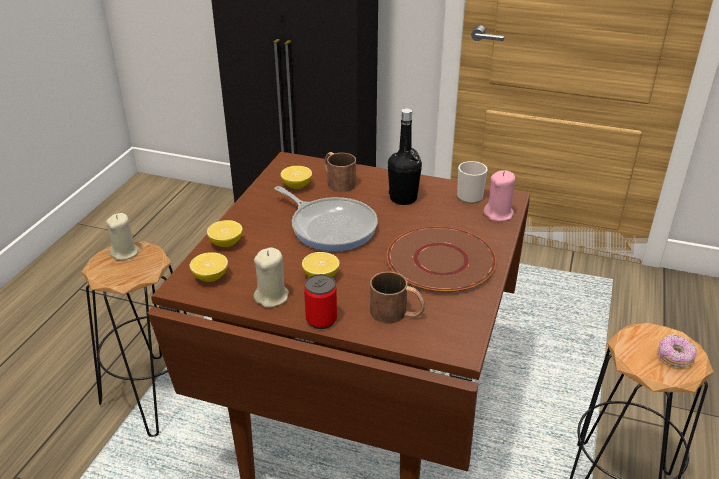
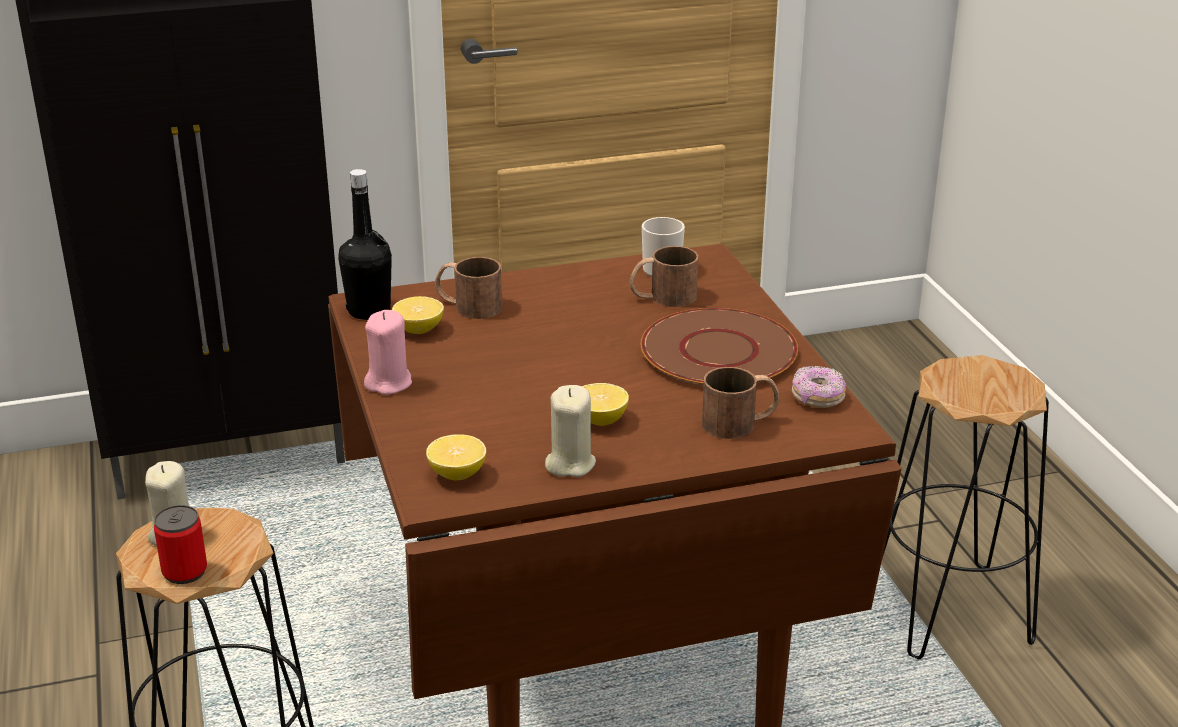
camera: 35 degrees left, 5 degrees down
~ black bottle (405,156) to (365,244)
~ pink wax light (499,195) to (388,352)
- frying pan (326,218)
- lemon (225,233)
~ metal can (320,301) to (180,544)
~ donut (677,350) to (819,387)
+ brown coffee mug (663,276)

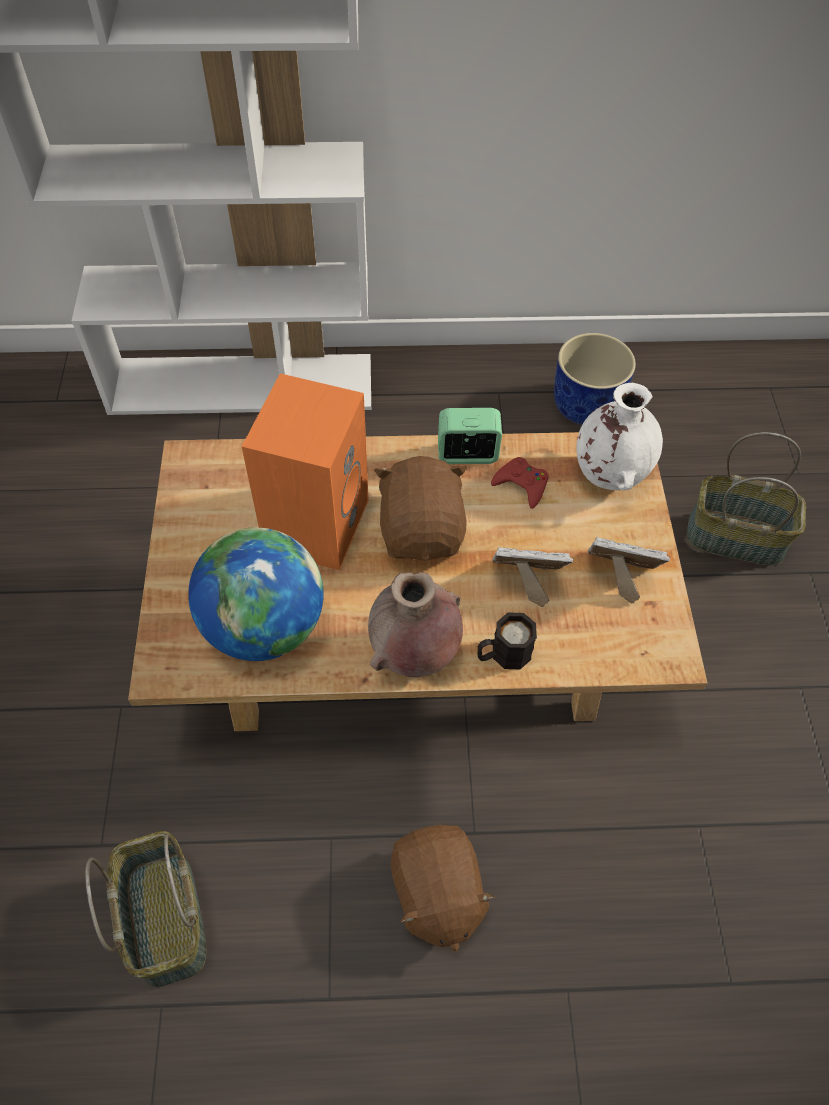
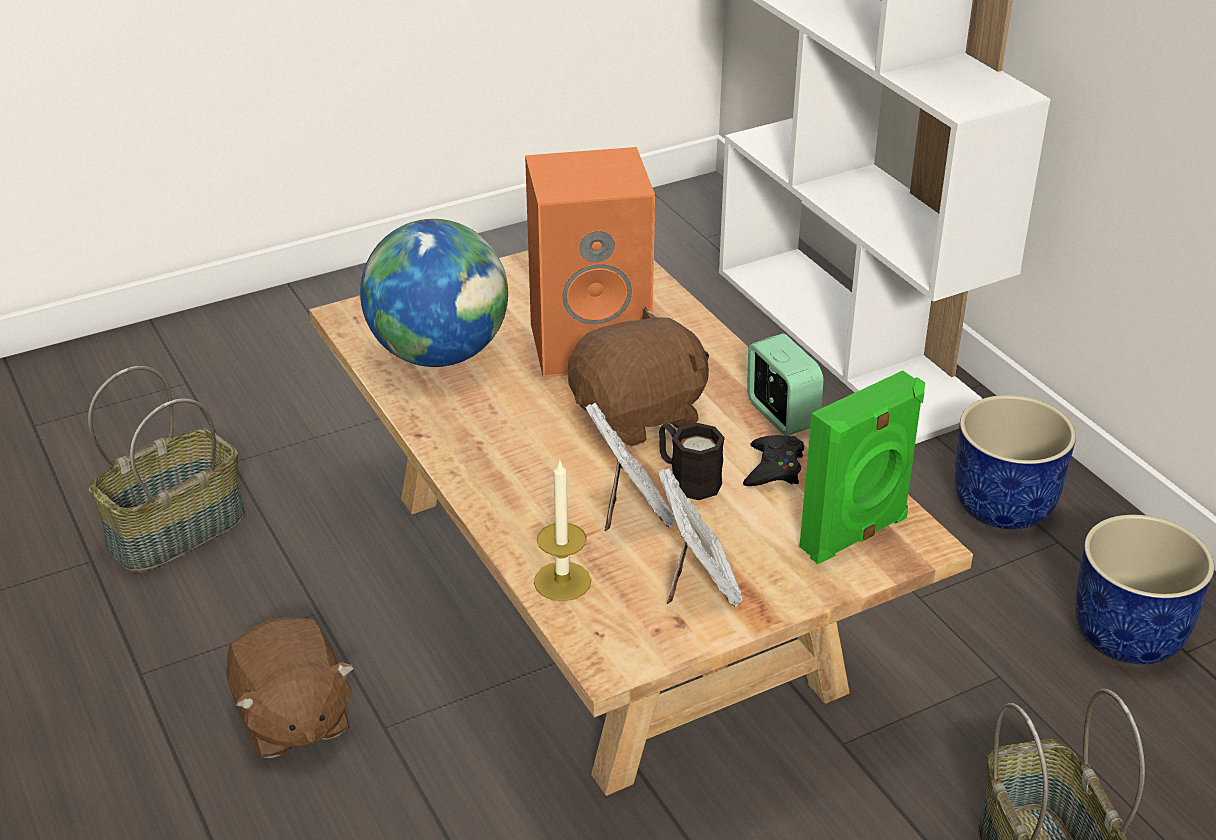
camera: 65 degrees right, 20 degrees down
~ white vase (619,436) to green-coloured speaker (862,467)
~ red gamepad (520,483) to black gamepad (773,460)
- brown vase (415,624)
~ black coffee mug (507,640) to (692,461)
~ brown soft toy (443,888) = (290,687) 75 degrees counterclockwise
+ blue planter (1015,462)
+ wax light (562,530)

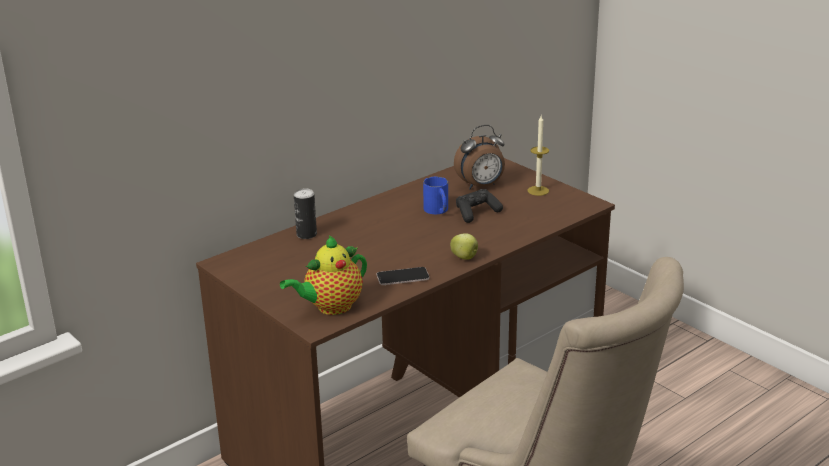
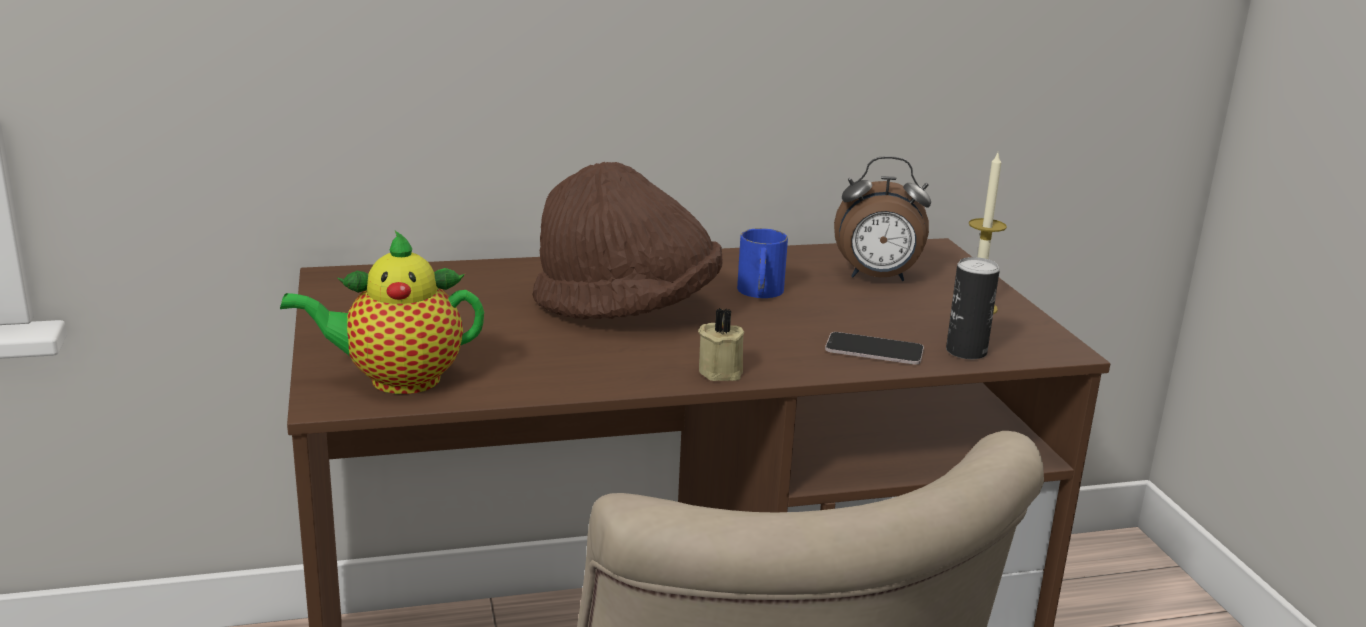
camera: 25 degrees right, 5 degrees down
~ metal can (305,214) to (973,308)
- black gamepad (479,206)
~ whole apple (464,246) to beige-coloured wax light (721,344)
~ phone (403,276) to (874,348)
+ brown hat (628,240)

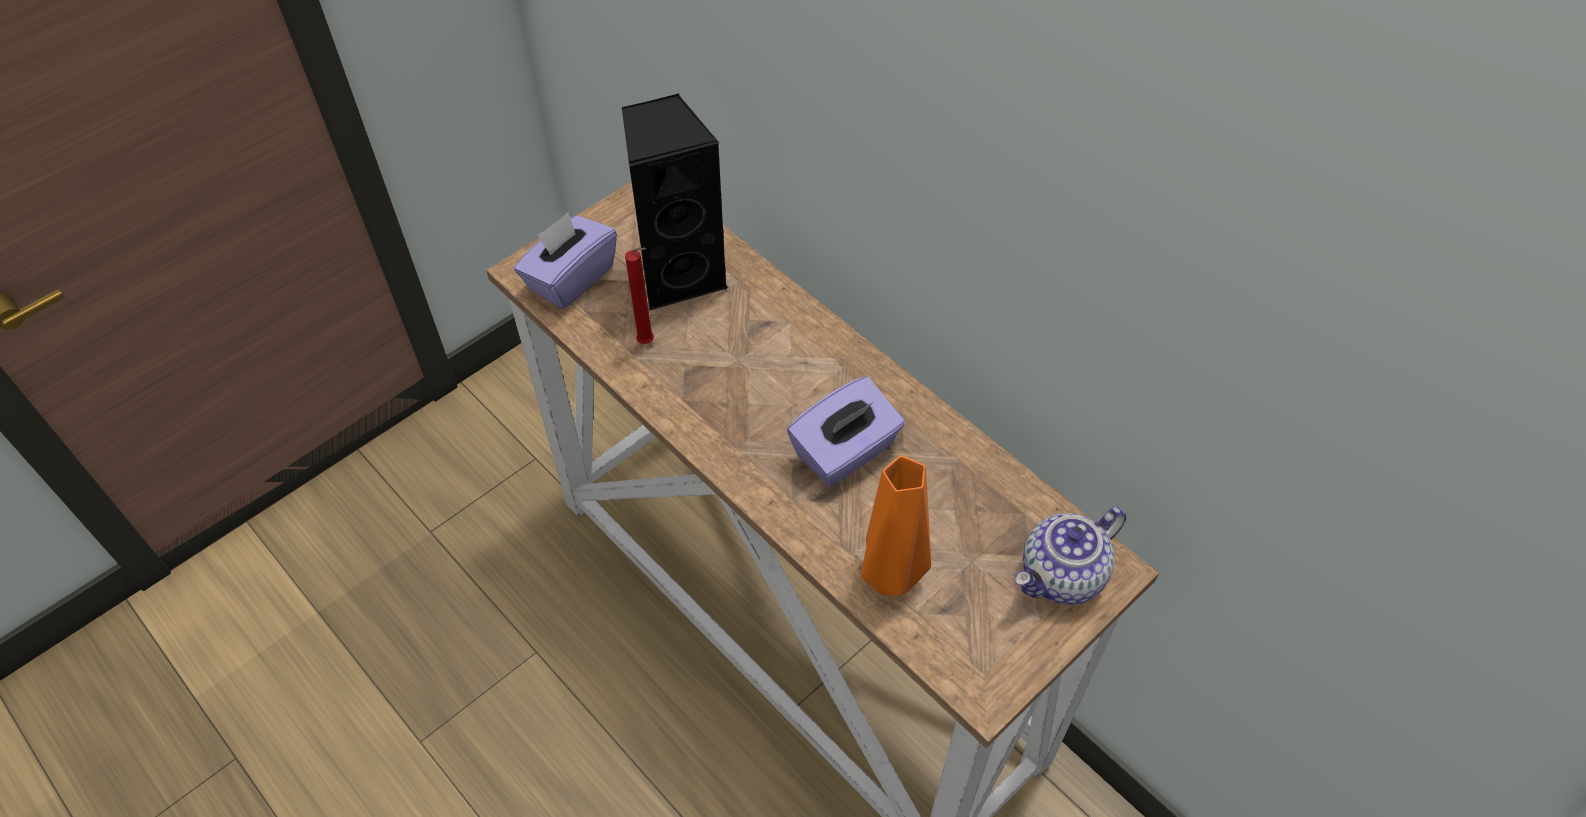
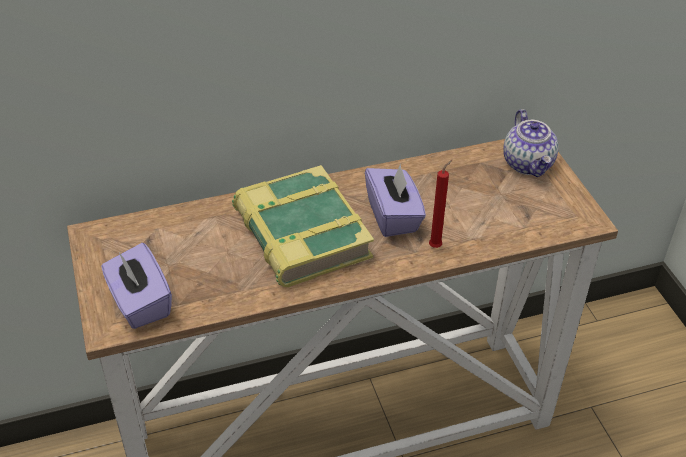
camera: 65 degrees left, 10 degrees down
- black speaker (675,202)
~ red wax light (639,295) to (440,204)
- orangey vase (896,525)
+ book (303,226)

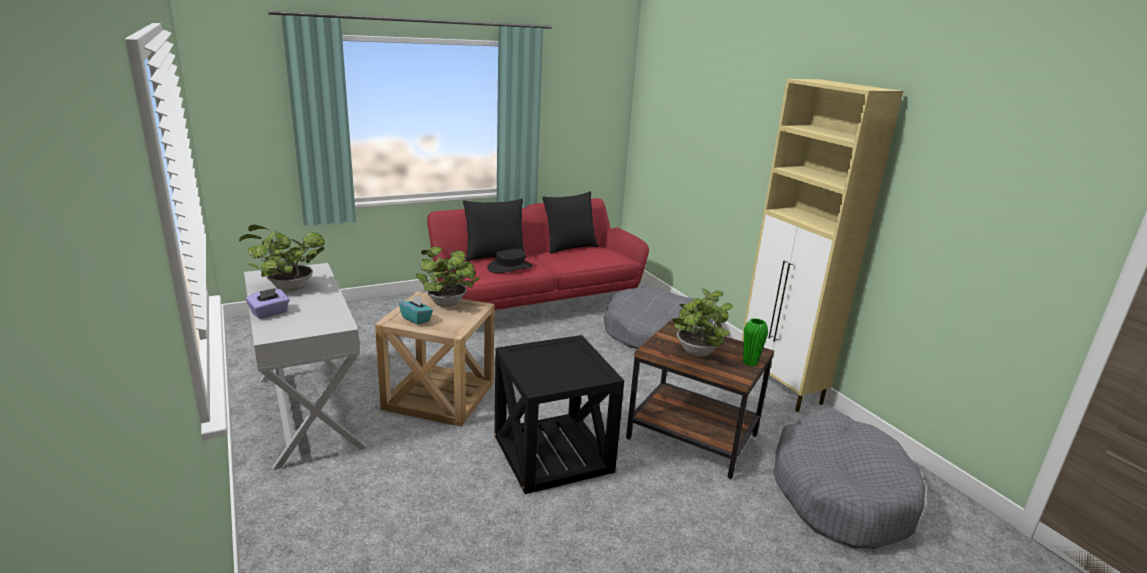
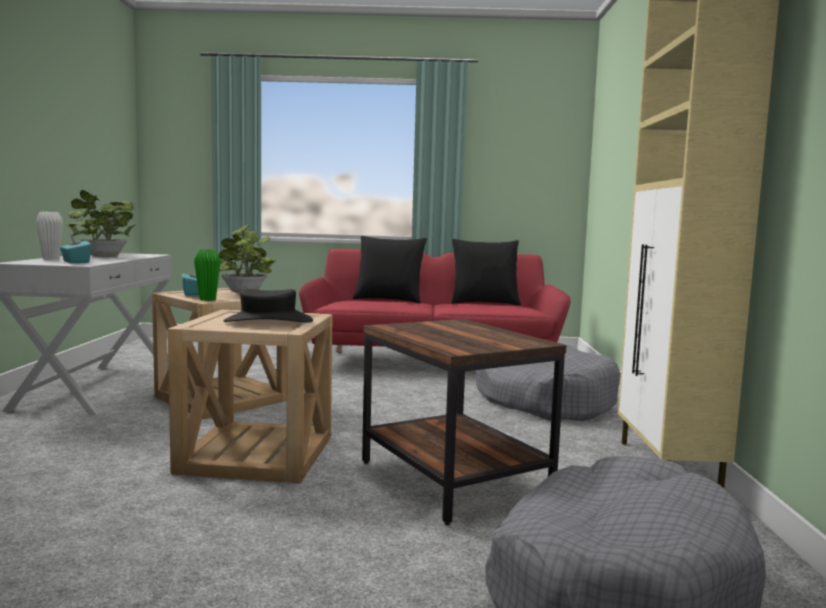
camera: 30 degrees right, 15 degrees down
~ black hat (510,261) to (268,306)
~ purple tissue holder (267,303) to white vase (49,236)
- plant in a pot (702,322)
~ green-coloured vase (755,342) to (207,275)
~ black accent table (559,414) to beige-coloured accent table (250,396)
+ turquoise tissue holder (75,249)

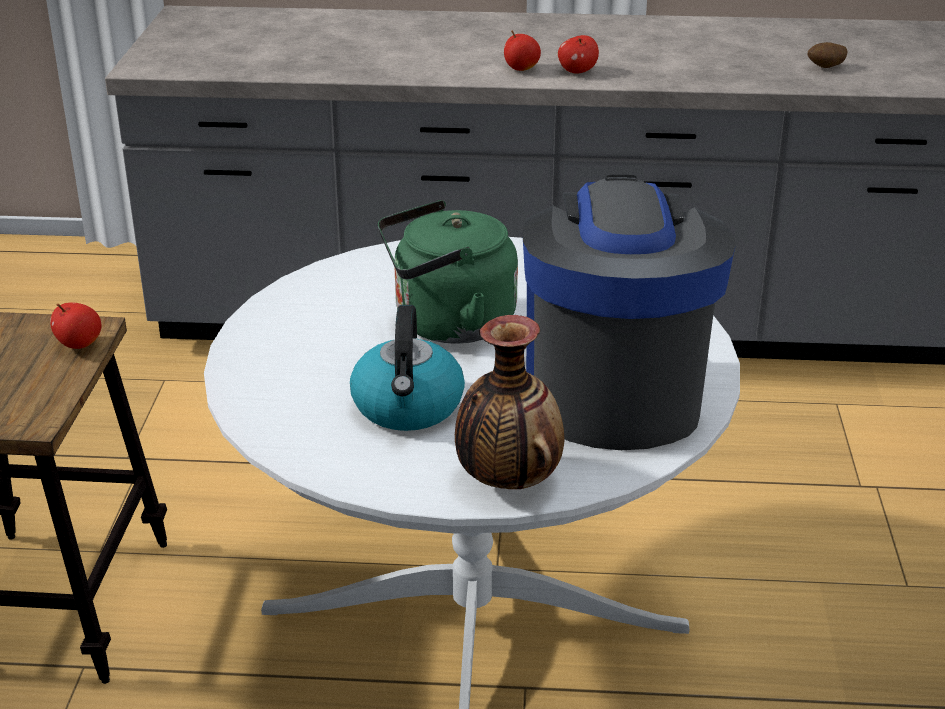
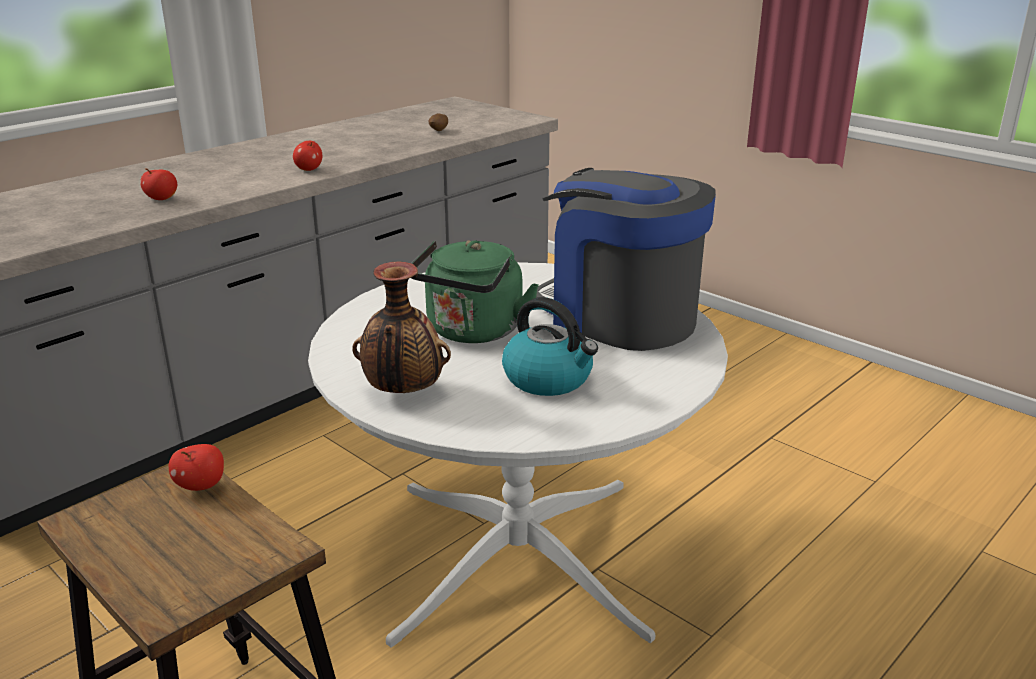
camera: 50 degrees left, 5 degrees down
~ whole apple (522,50) to (158,184)
~ vase (509,402) to (401,327)

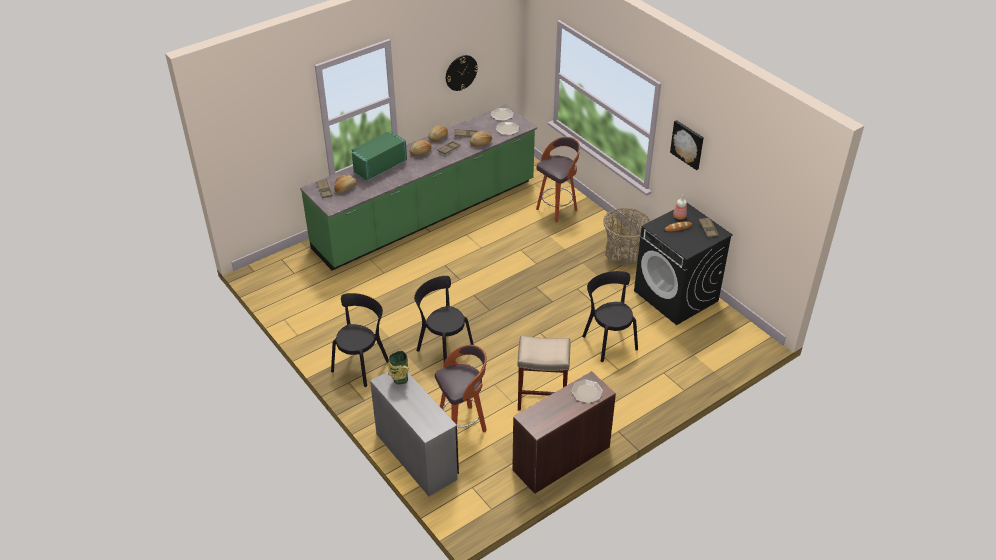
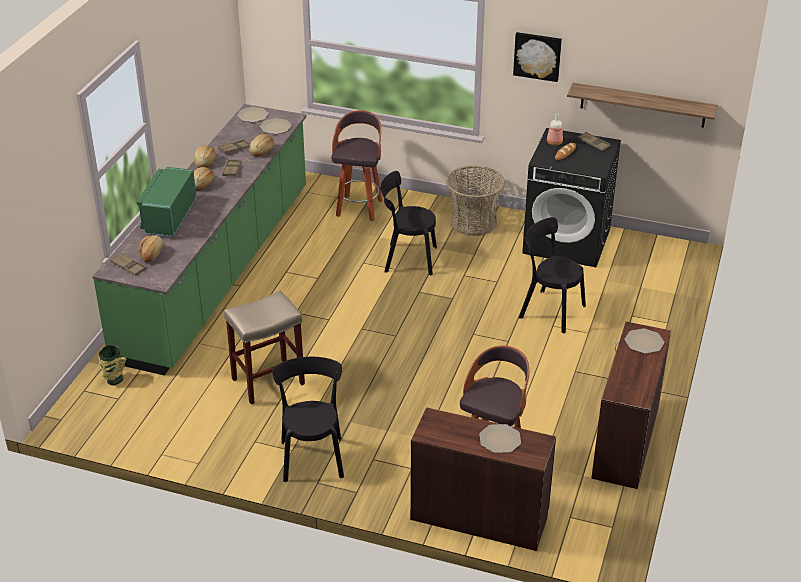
camera: 35 degrees left, 5 degrees down
- hanging clock (462,73)
~ black upright chair (444,319) to (408,223)
~ beige-coloured stool (544,373) to (264,347)
~ vase (398,367) to (112,365)
~ grey desk table (414,434) to brown desk table (483,479)
+ bracket shelf (642,105)
+ flat dish (500,438)

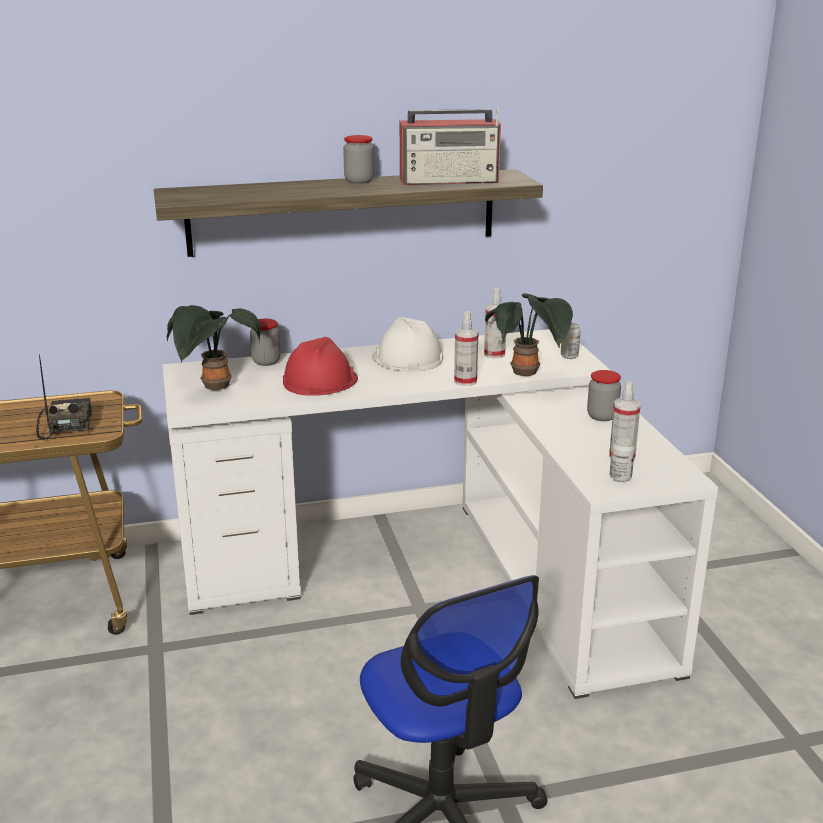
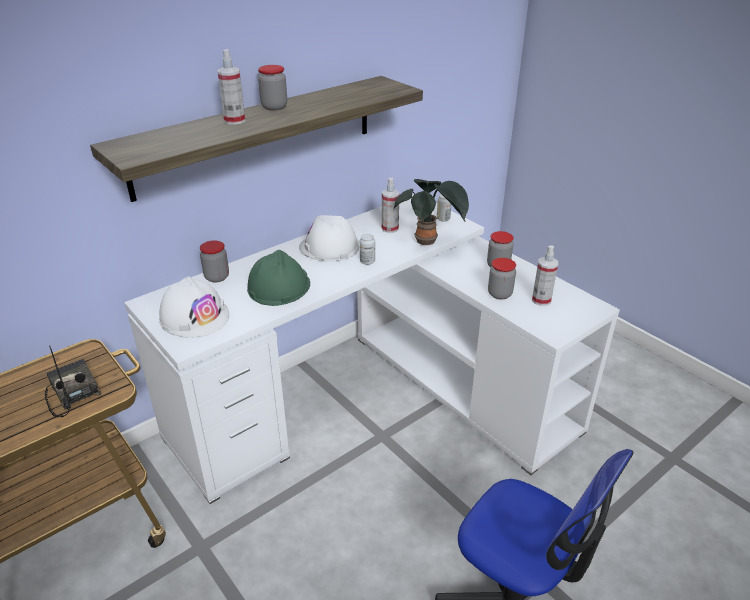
camera: 25 degrees left, 10 degrees up
- radio set (450,146)
~ plant in a pot (213,347) to white safety helmet (194,307)
~ hand sprayer (466,348) to (231,87)
~ red safety helmet (320,366) to green-coloured safety helmet (278,278)
~ metal can (622,459) to (367,249)
+ storage jar (502,279)

